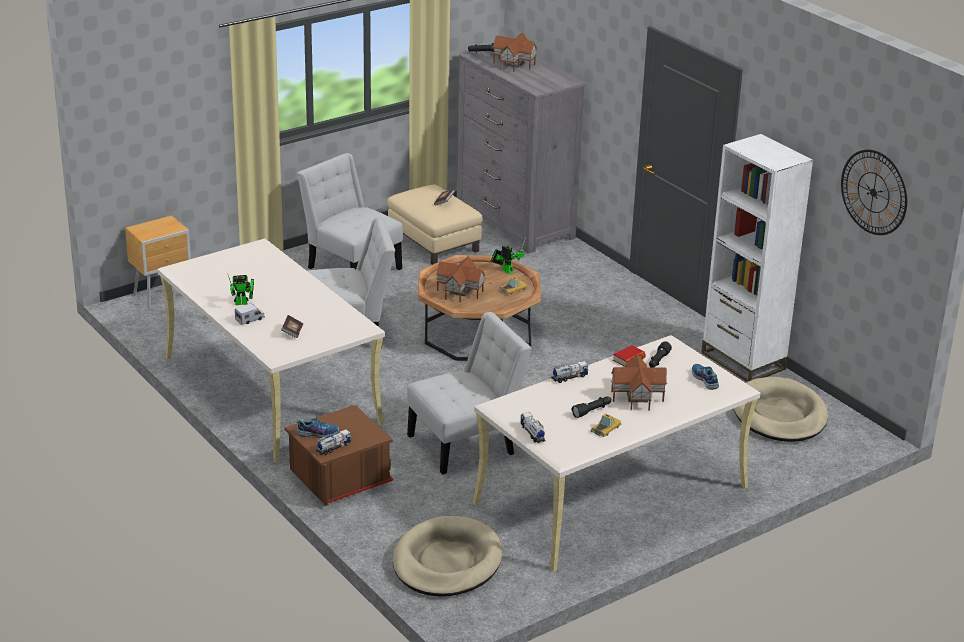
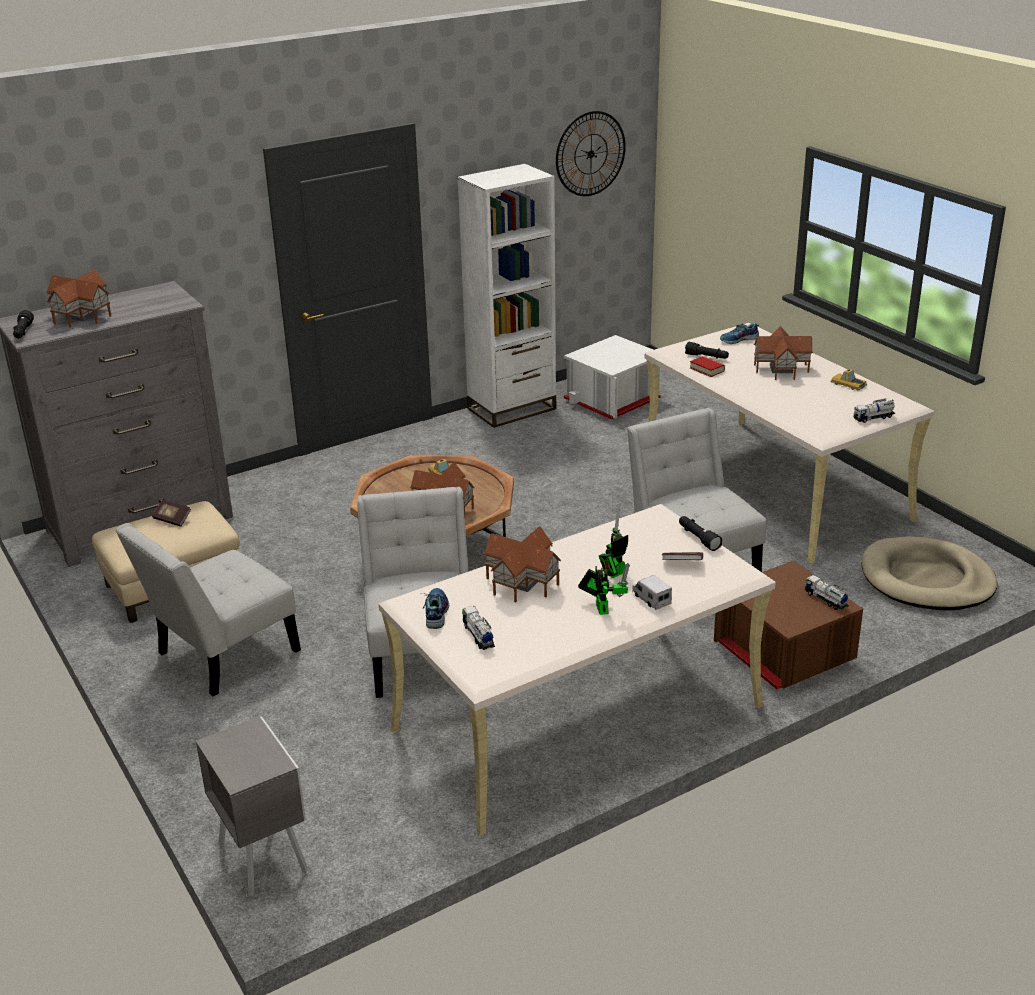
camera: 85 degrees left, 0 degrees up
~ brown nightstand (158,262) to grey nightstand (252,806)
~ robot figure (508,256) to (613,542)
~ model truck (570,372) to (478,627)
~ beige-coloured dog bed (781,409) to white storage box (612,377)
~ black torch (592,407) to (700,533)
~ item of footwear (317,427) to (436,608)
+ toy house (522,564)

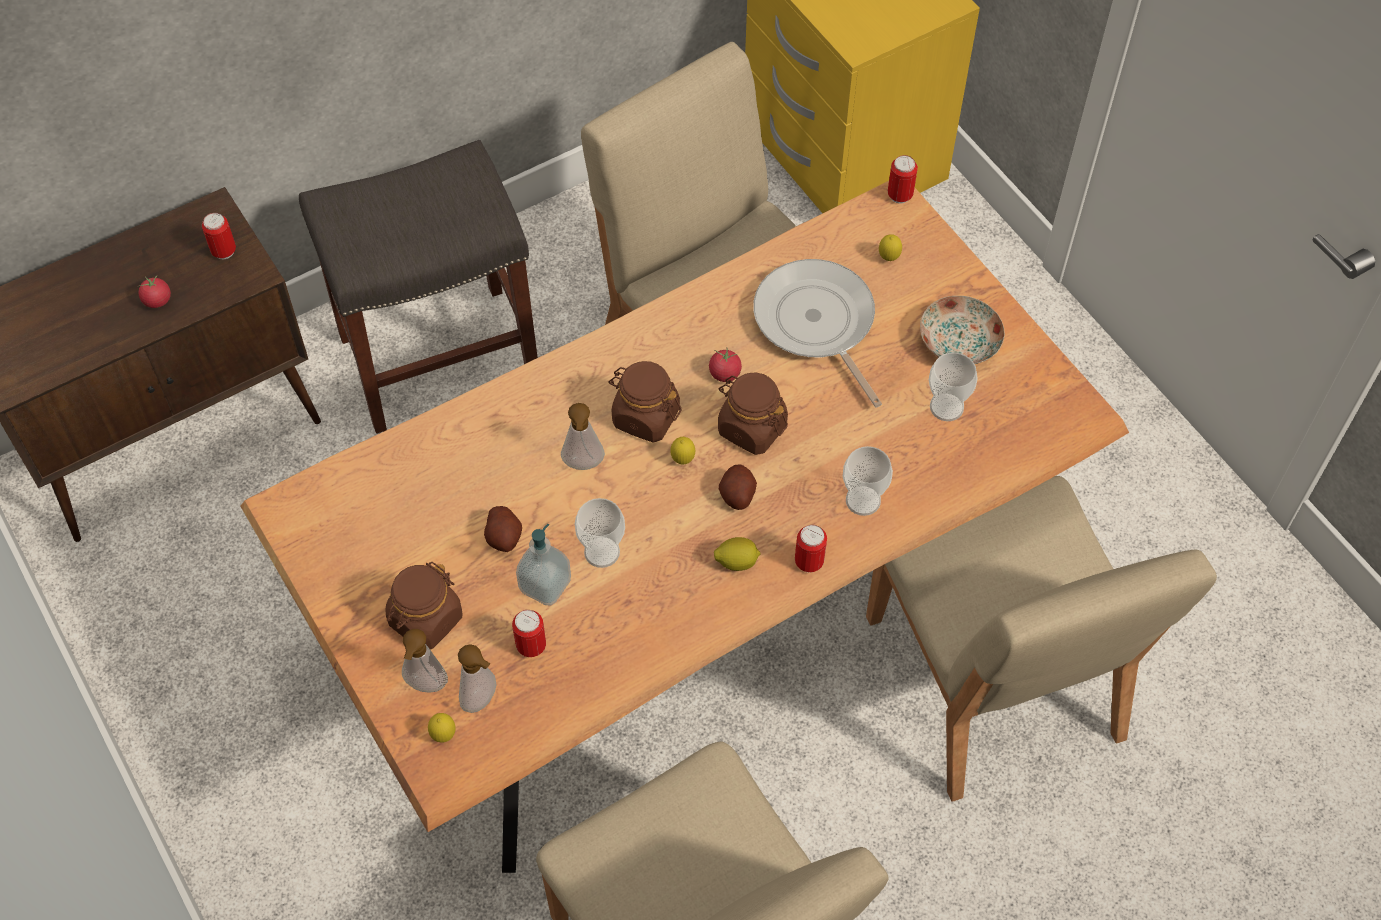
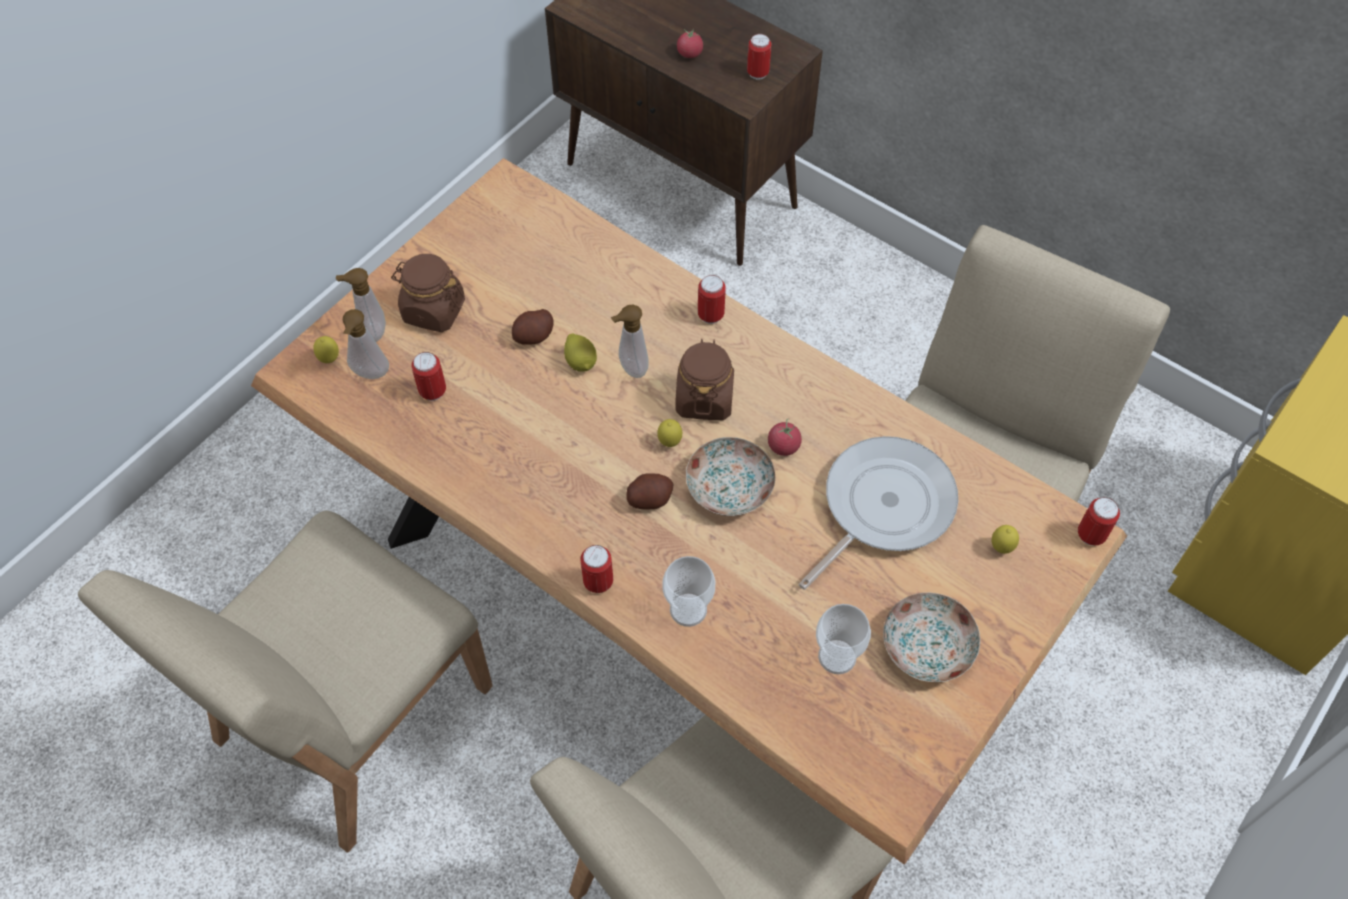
camera: 70 degrees right, 0 degrees up
- grey stool (418,287)
~ brown storage jar (753,414) to flat dish (730,476)
- small cup (600,533)
- soap bottle (543,565)
~ lemon (737,554) to (580,352)
+ metal can (712,299)

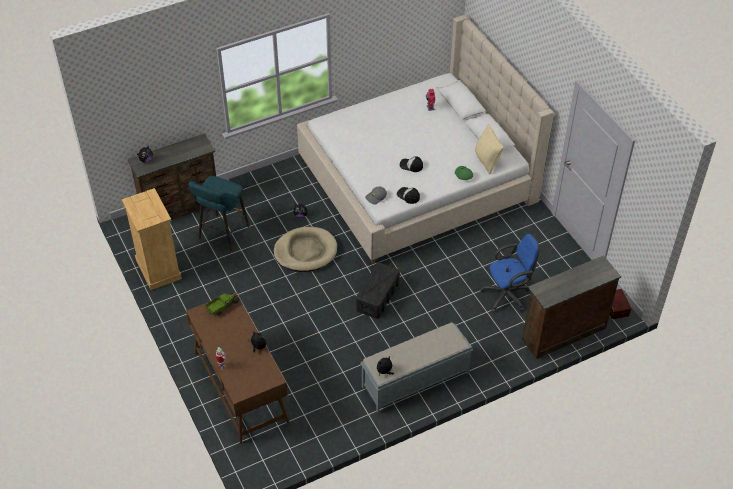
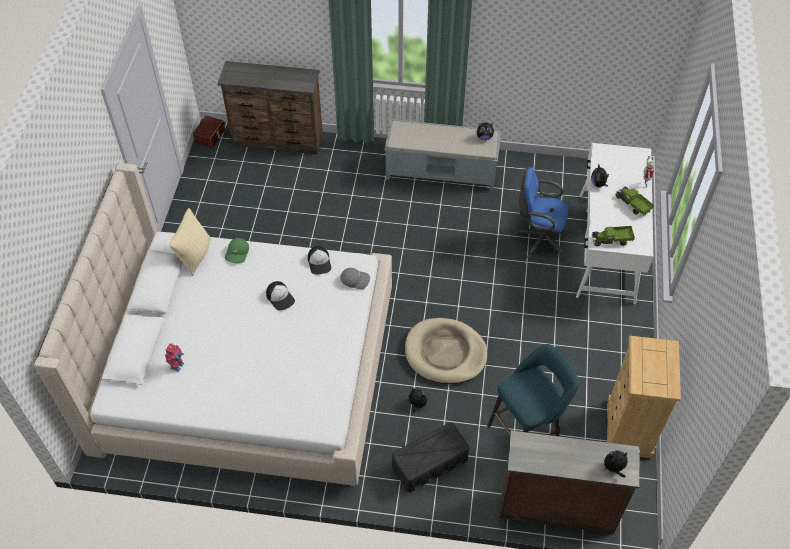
camera: 145 degrees left, 5 degrees up
~ blue computer chair (510,273) to (542,213)
~ black storage box (378,290) to (430,457)
~ brown desk table (237,368) to white desk table (614,223)
+ model truck (635,201)

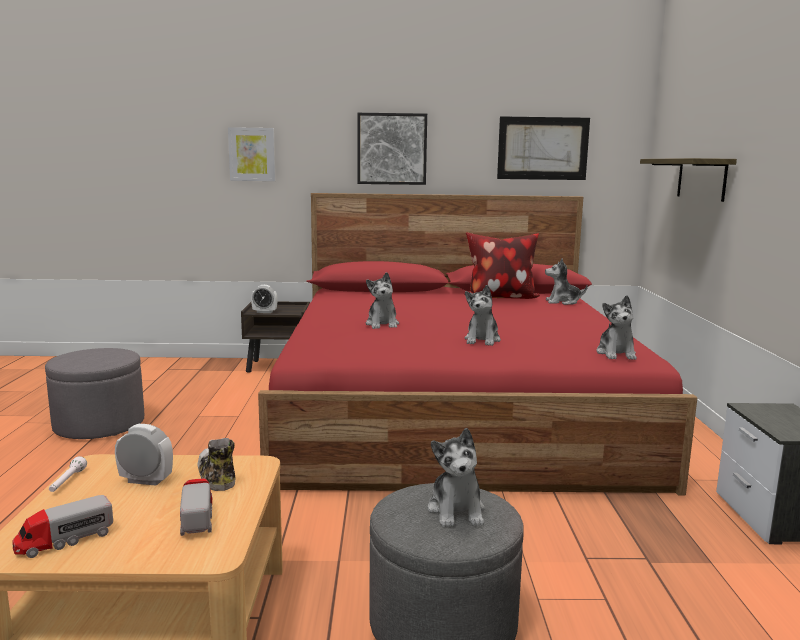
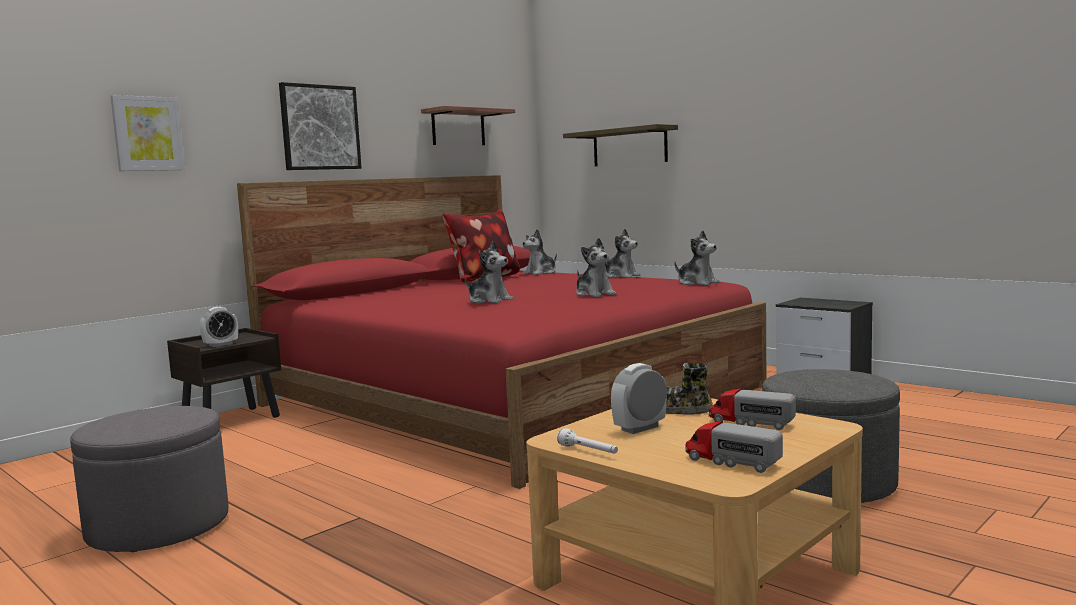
camera: 45 degrees left, 5 degrees down
~ wall art (543,148) to bracket shelf (468,125)
~ soft toy (456,478) to (622,253)
~ model truck (62,526) = (734,447) 120 degrees clockwise

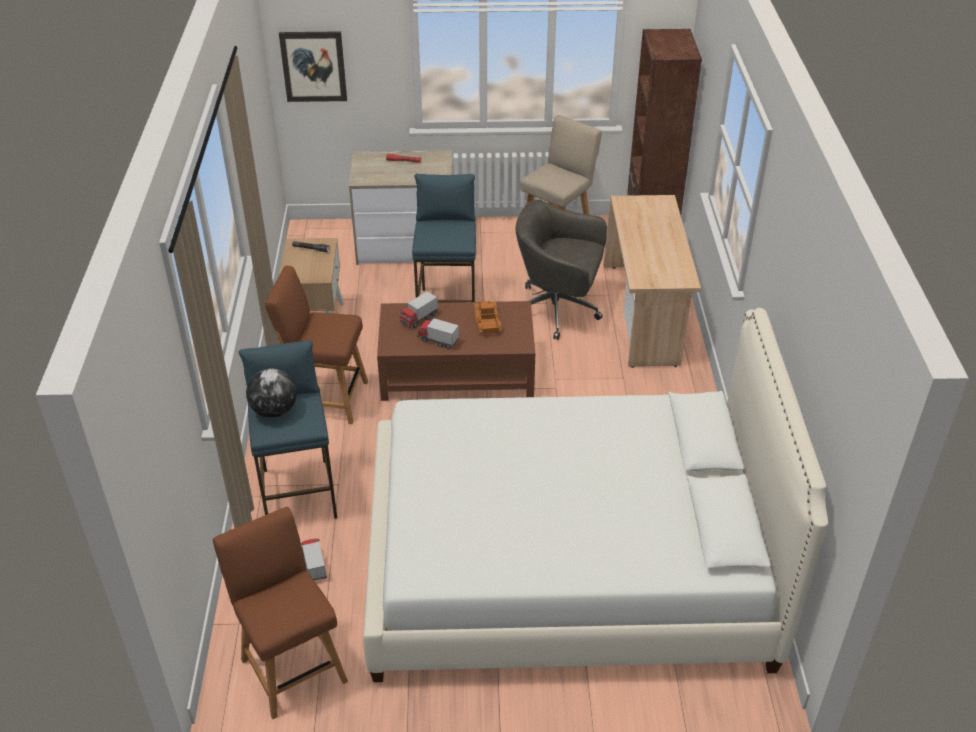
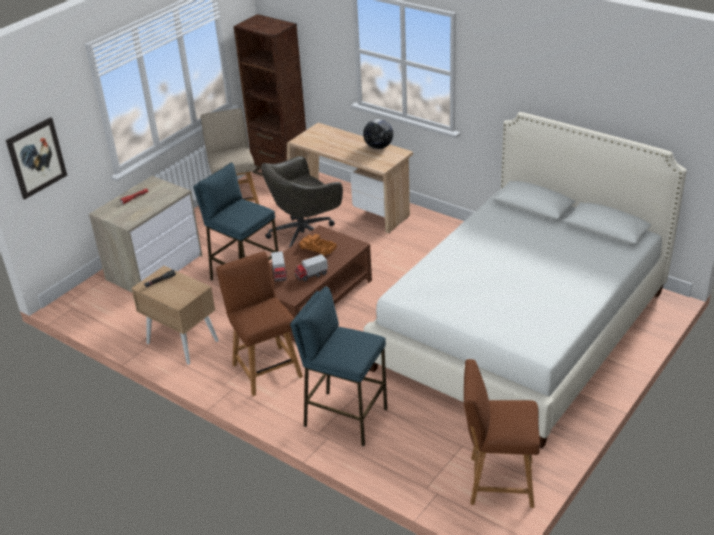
camera: 50 degrees left, 5 degrees down
~ brown upright chair (316,345) = (259,323) 105 degrees clockwise
~ desk globe (271,393) to (378,134)
- model truck (314,559)

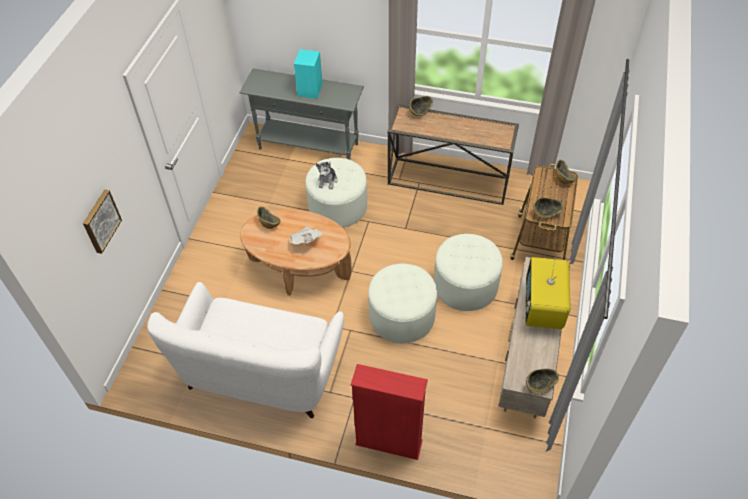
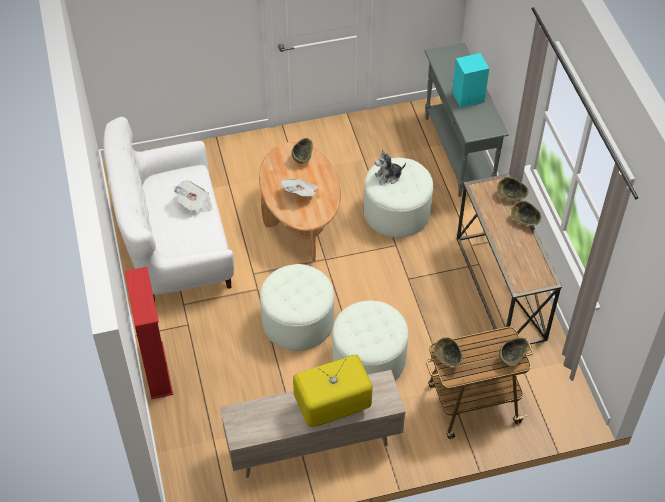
camera: 60 degrees right, 0 degrees up
- wall art (102,222)
~ deep dish (542,382) to (526,213)
+ newspaper (193,196)

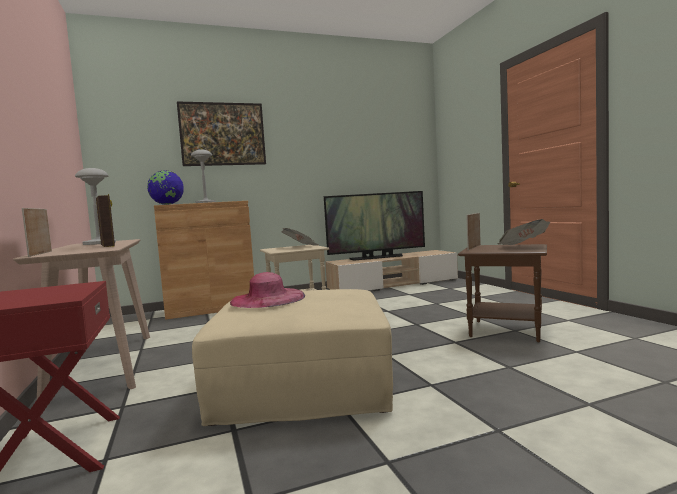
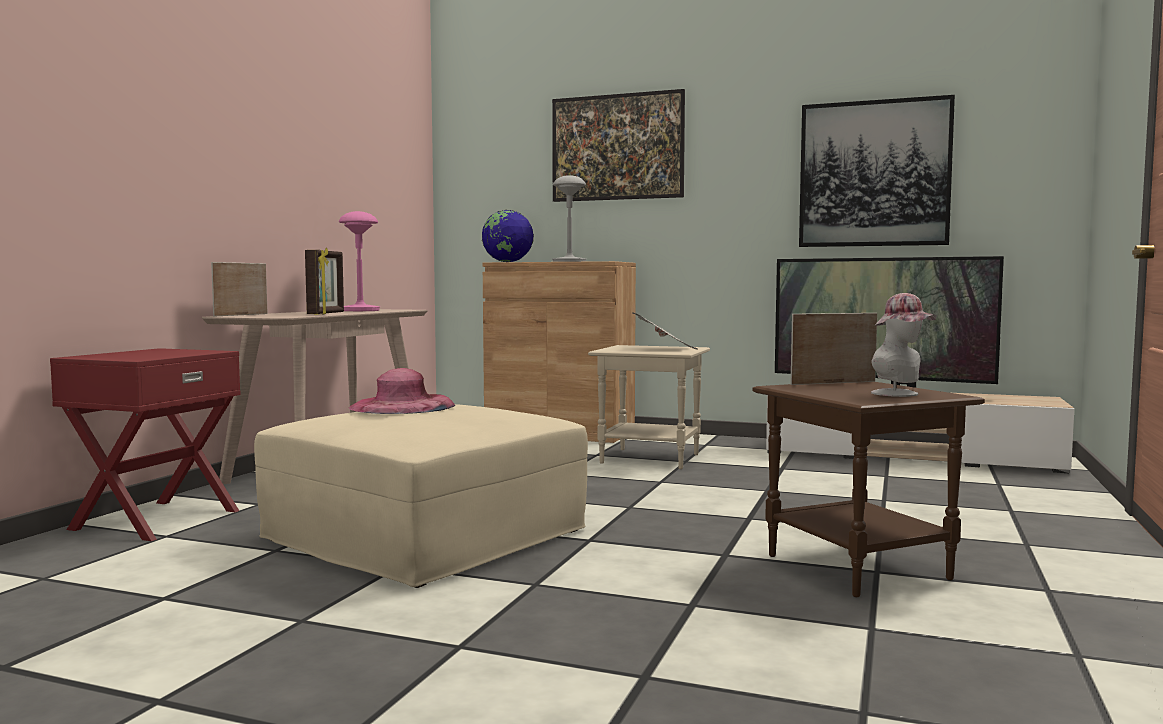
camera: 40 degrees right, 0 degrees up
~ grey lamp for a table (95,206) to pink lamp for a table (359,261)
~ newspaper (524,232) to hat (904,345)
+ wall art (877,171)

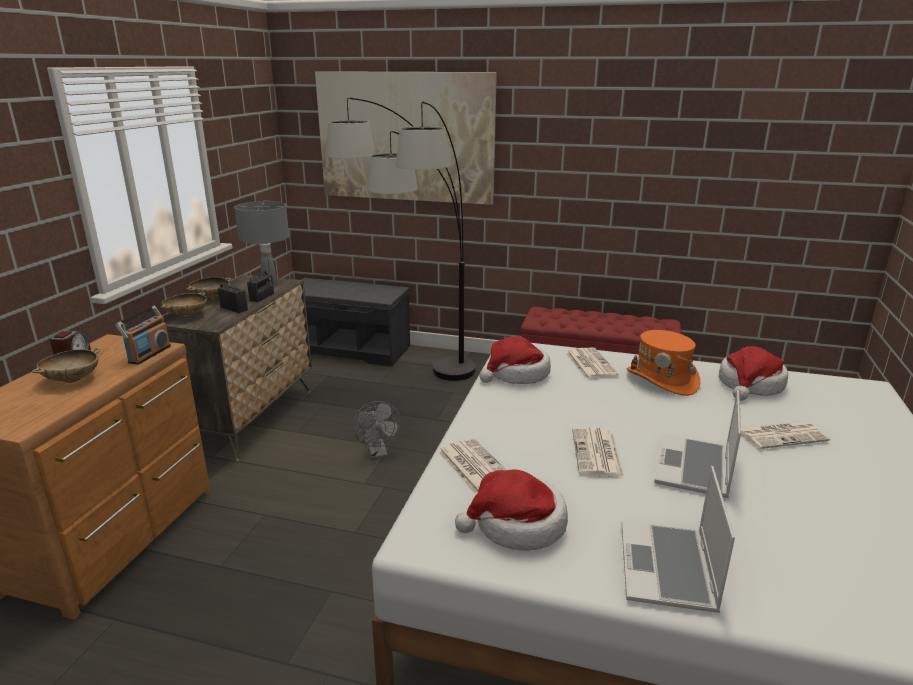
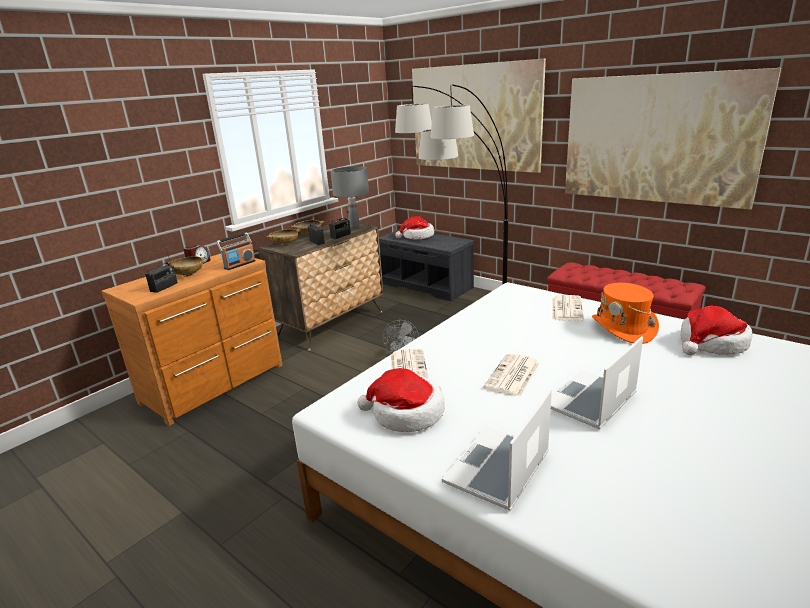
camera: 25 degrees right, 0 degrees up
~ hat (515,360) to (415,227)
- newspaper (785,435)
+ wall art (673,139)
+ radio set (161,270)

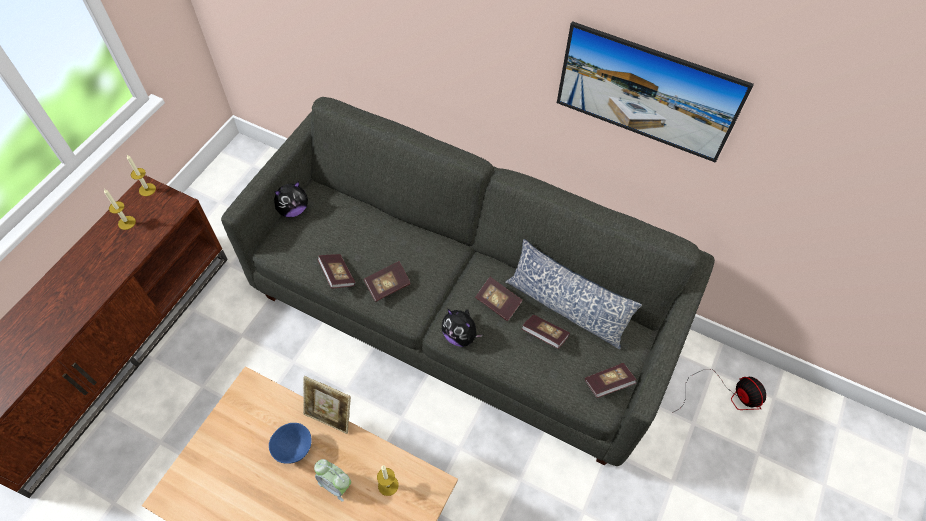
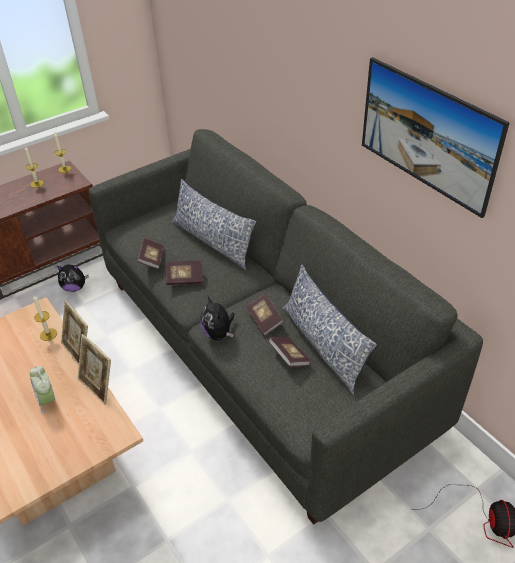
camera: 30 degrees right, 15 degrees down
~ soft toy (291,199) to (72,278)
- book (611,380)
- blue deep dish (290,443)
~ wax light (388,481) to (45,318)
+ pillow (214,224)
+ picture frame (94,369)

